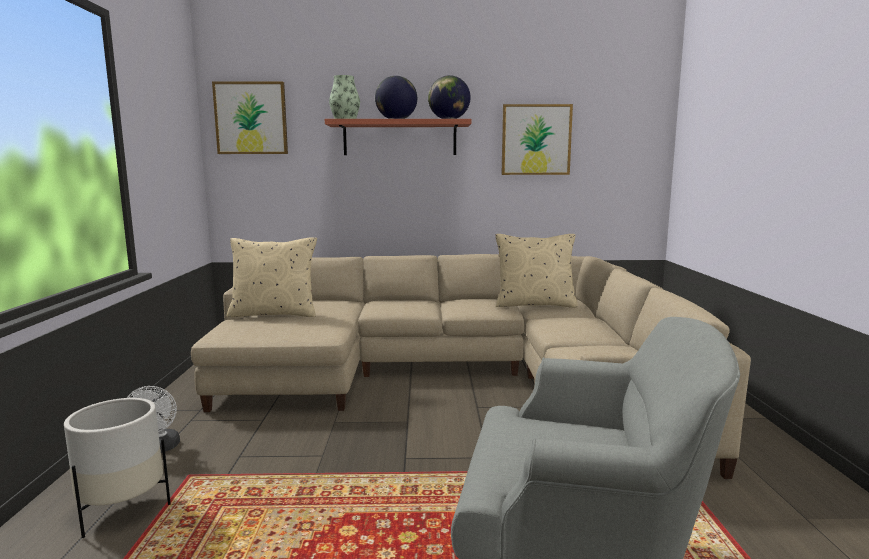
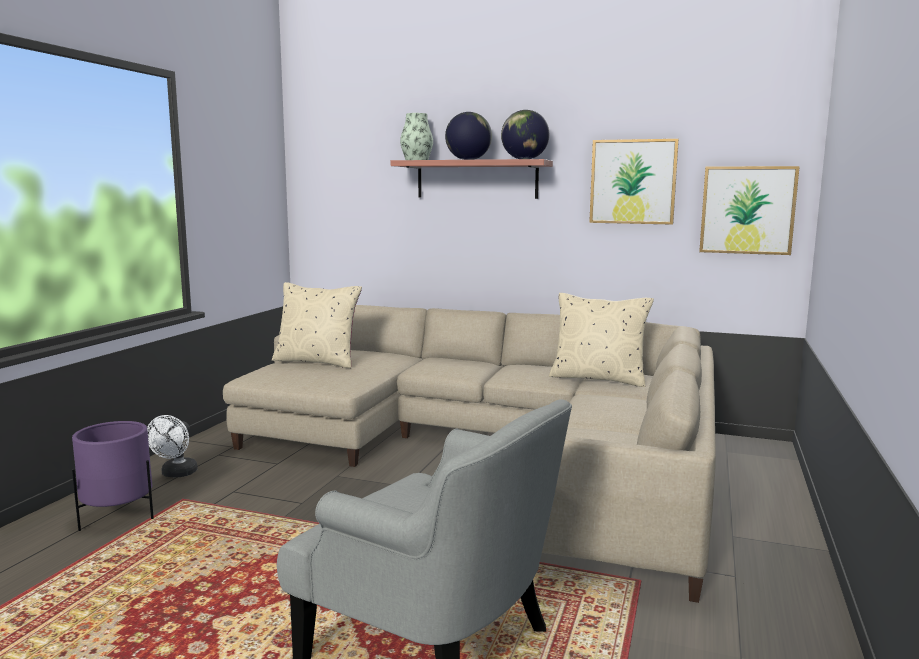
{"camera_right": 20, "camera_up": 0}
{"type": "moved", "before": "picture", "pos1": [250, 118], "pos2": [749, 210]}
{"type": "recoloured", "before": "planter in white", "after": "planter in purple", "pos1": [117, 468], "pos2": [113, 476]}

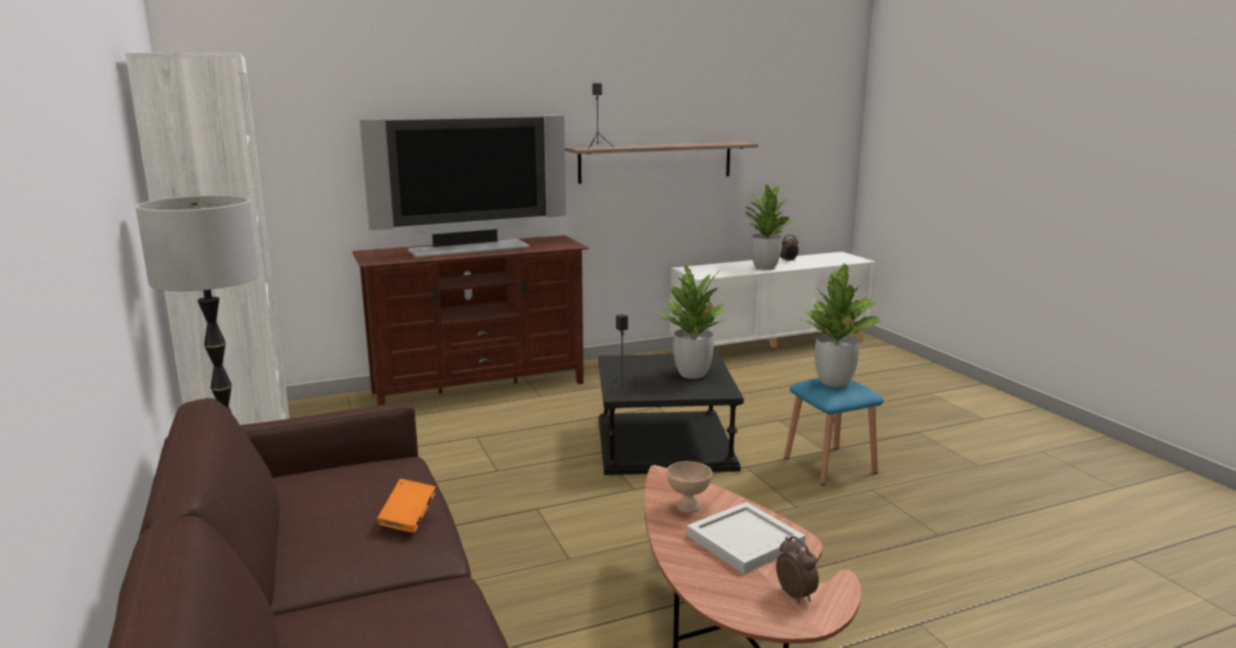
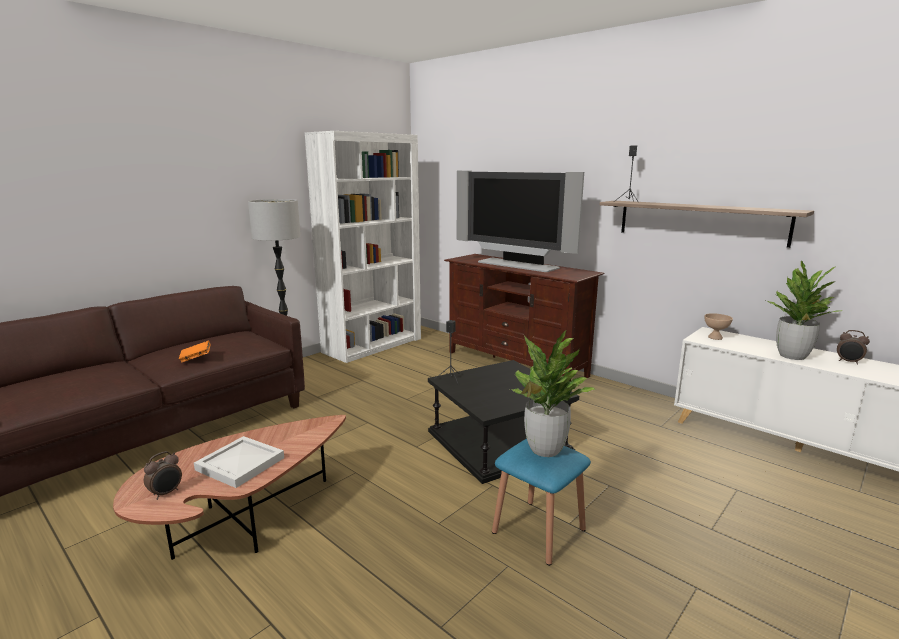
{"camera_right": 65, "camera_up": 0}
{"type": "removed", "before": "potted plant", "pos1": [691, 322]}
{"type": "moved", "before": "bowl in beige", "pos1": [689, 487], "pos2": [719, 326]}

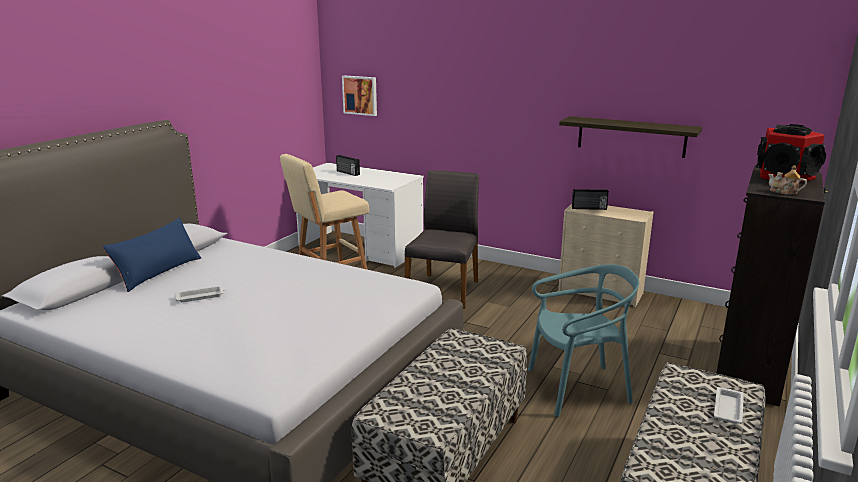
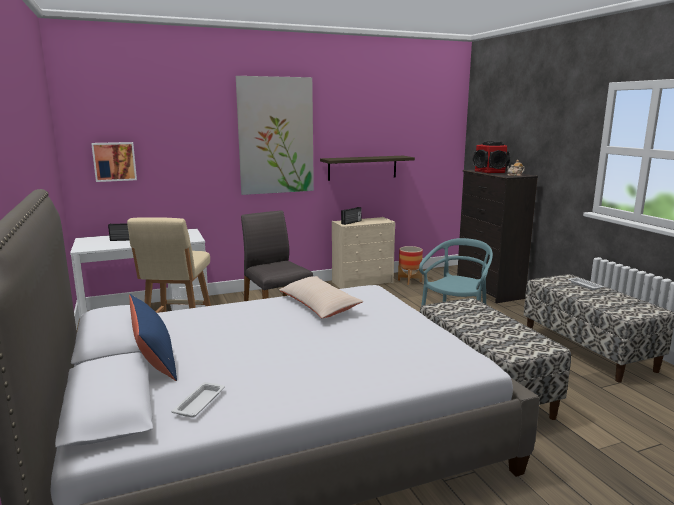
{"camera_right": -50, "camera_up": -5}
{"type": "moved", "before": "tray in white", "pos1": [200, 294], "pos2": [198, 400]}
{"type": "added", "after": "picture", "pos2": [275, 135]}
{"type": "added", "after": "planter", "pos2": [410, 265]}
{"type": "added", "after": "pillow in beige", "pos2": [321, 297]}

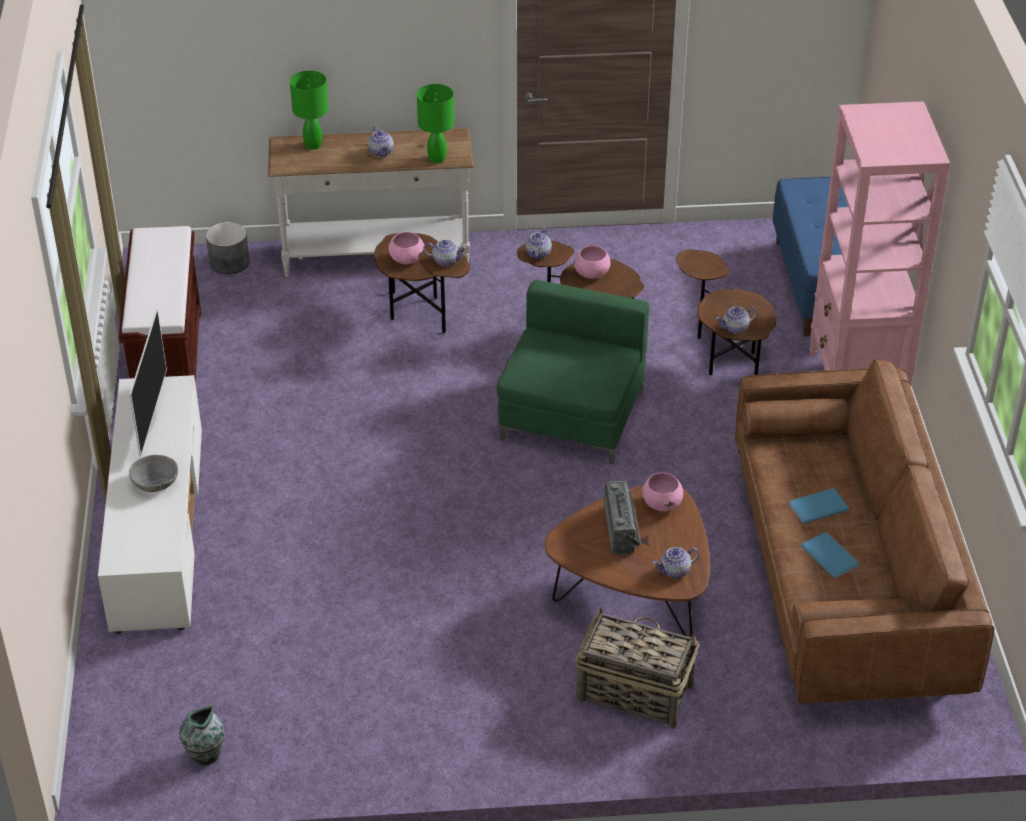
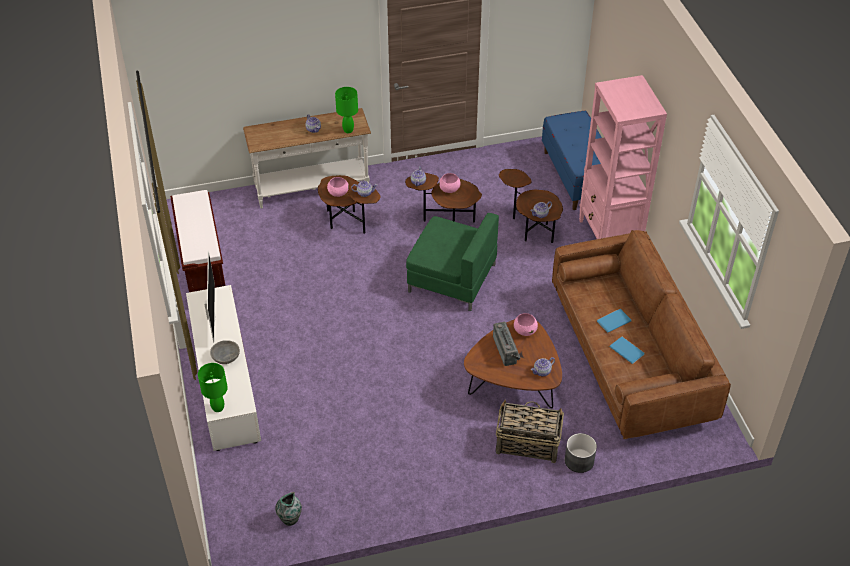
{"camera_right": -10, "camera_up": 5}
{"type": "moved", "before": "table lamp in green", "pos1": [309, 110], "pos2": [213, 387]}
{"type": "moved", "before": "planter in grey", "pos1": [228, 248], "pos2": [581, 453]}
{"type": "turned", "before": "armchair in green", "pos1": [573, 372], "pos2": [452, 262], "turn": 105}

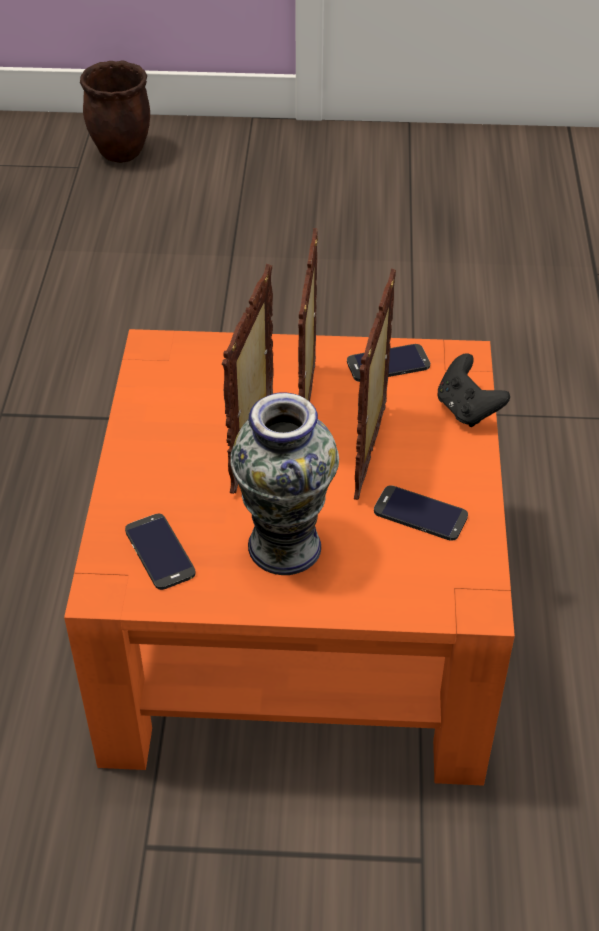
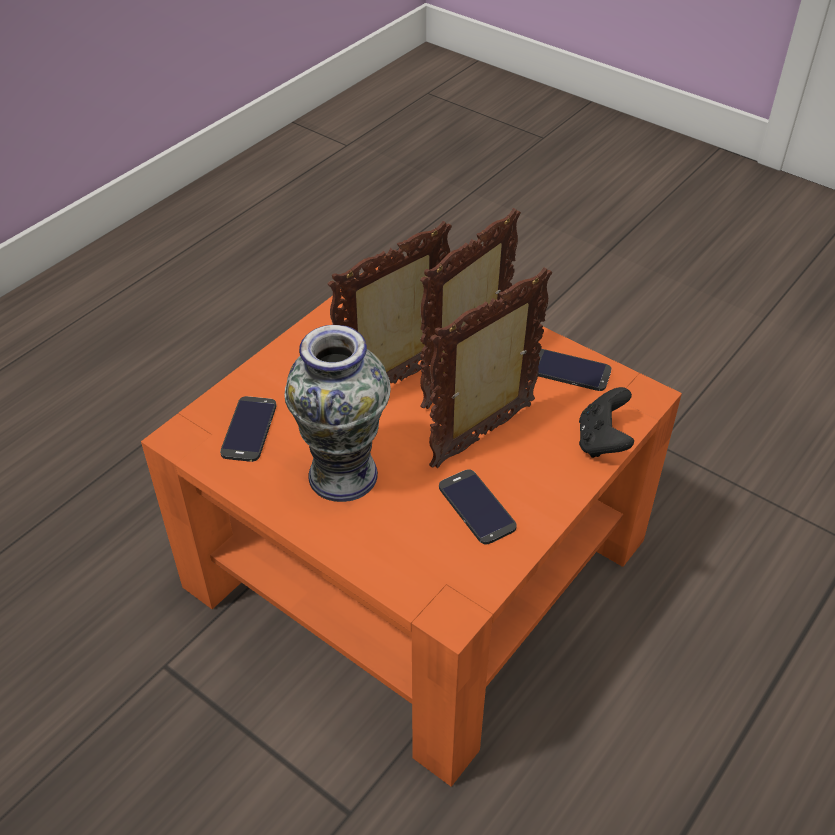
{"camera_right": 35, "camera_up": 0}
{"type": "removed", "before": "planter in brown", "pos1": [115, 111]}

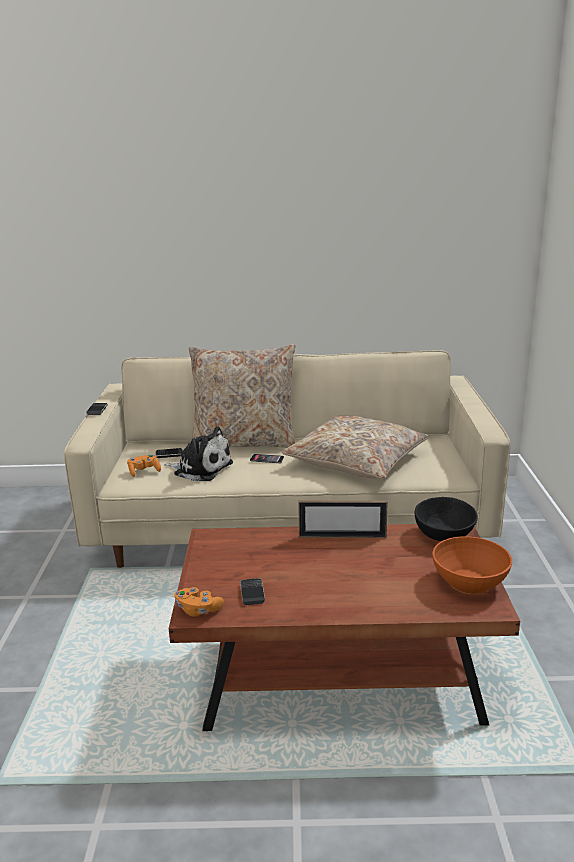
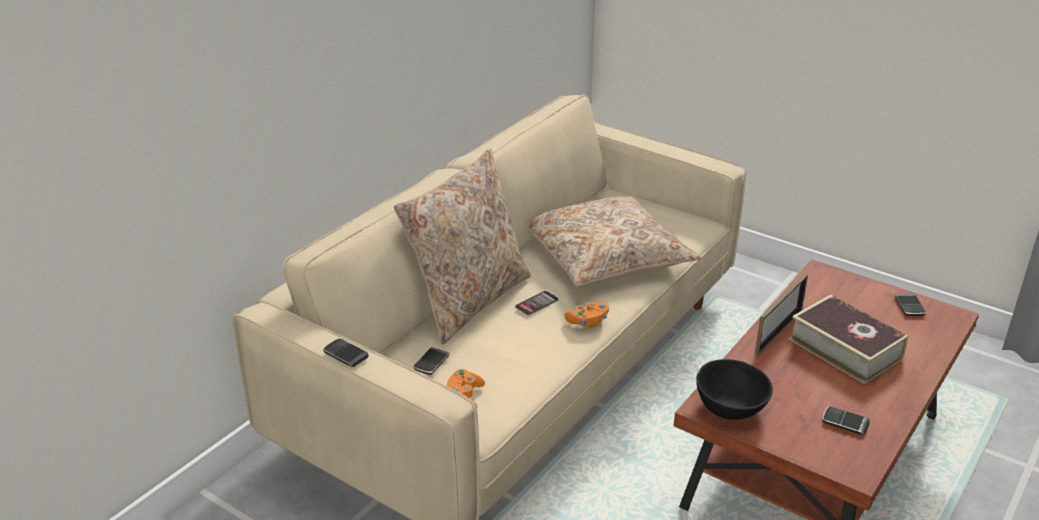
{"camera_right": -55, "camera_up": 10}
{"type": "removed", "before": "plush toy", "pos1": [198, 454]}
{"type": "moved", "before": "bowl in black", "pos1": [446, 519], "pos2": [734, 389]}
{"type": "replaced", "before": "bowl in orange", "after": "phone", "pos1": [472, 565], "pos2": [910, 305]}
{"type": "moved", "before": "game controller in orange", "pos1": [199, 602], "pos2": [587, 315]}
{"type": "added", "after": "book", "pos2": [848, 339]}

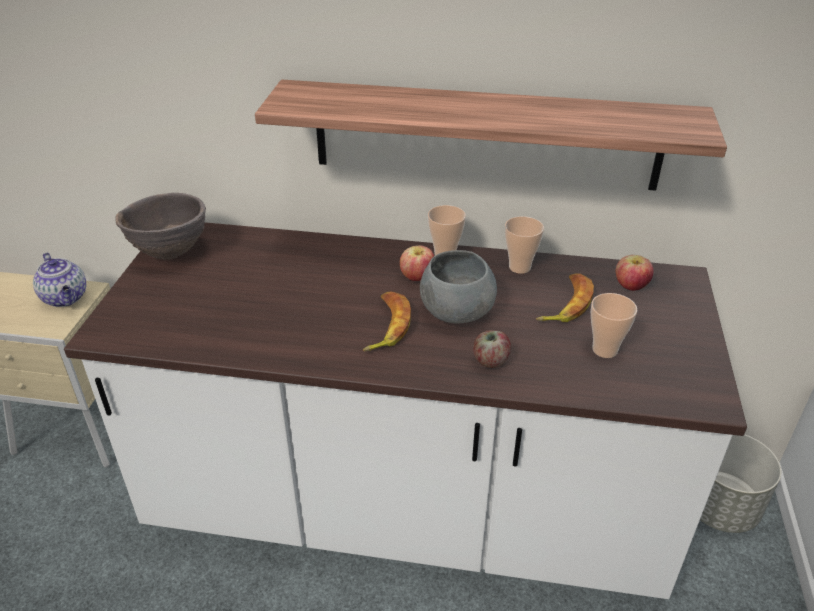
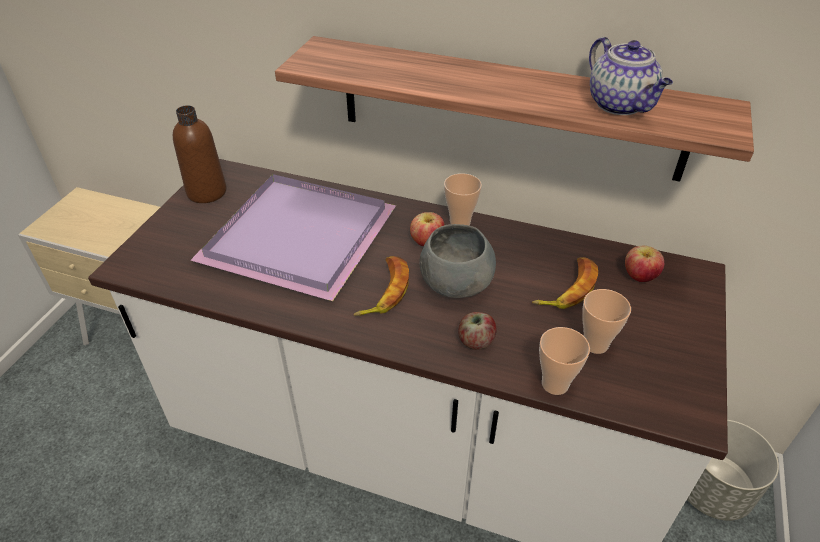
{"camera_right": 10, "camera_up": 5}
{"type": "replaced", "before": "bowl in brown", "after": "bottle in brown", "pos1": [160, 226], "pos2": [200, 154]}
{"type": "moved", "before": "cup", "pos1": [524, 245], "pos2": [564, 361]}
{"type": "moved", "before": "teapot", "pos1": [59, 280], "pos2": [631, 76]}
{"type": "added", "after": "tray in purple", "pos2": [293, 237]}

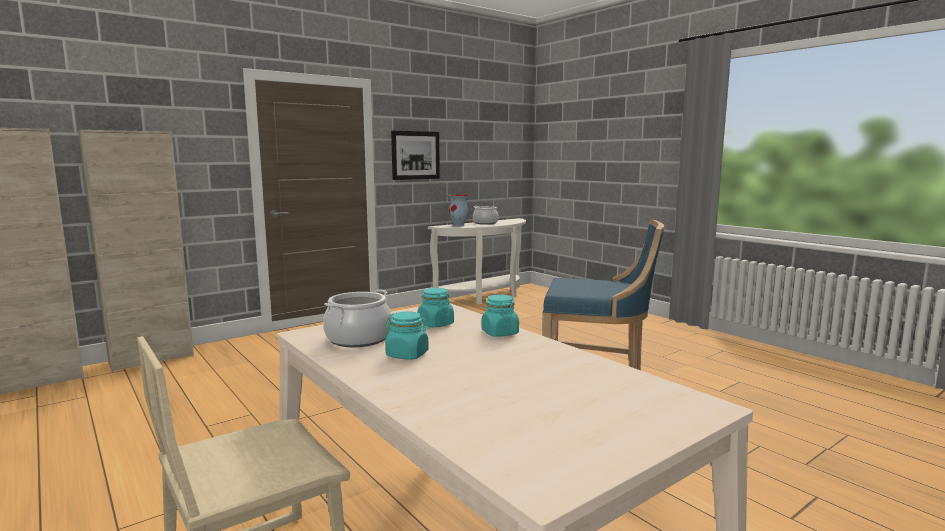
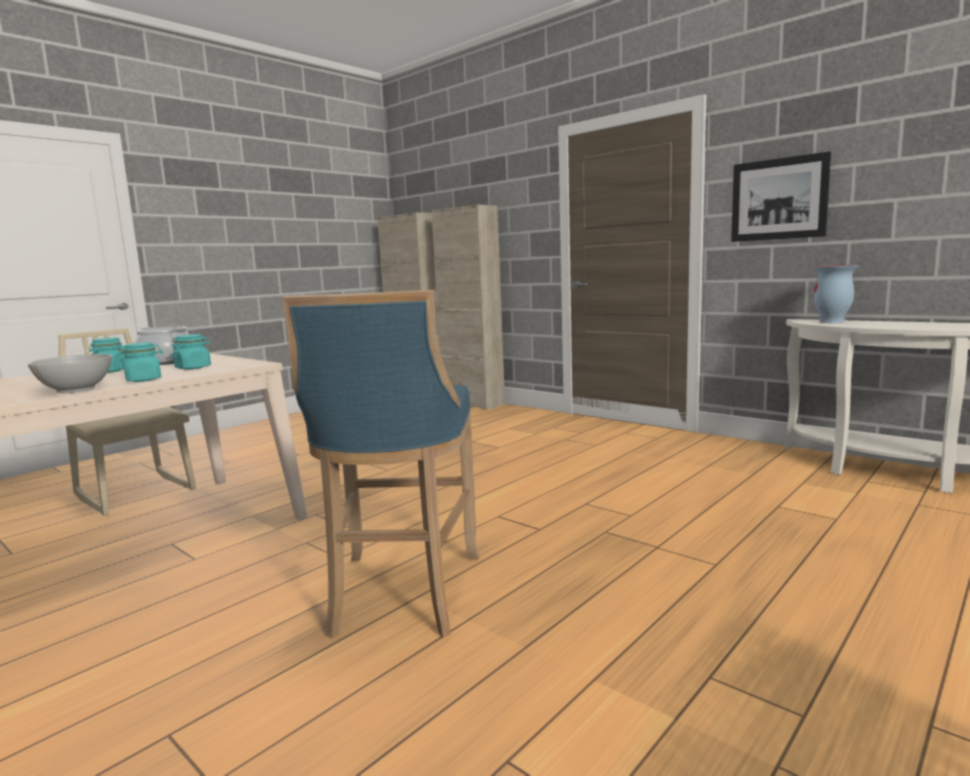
{"camera_right": 80, "camera_up": 0}
{"type": "removed", "before": "cooking pot", "pos1": [486, 215]}
{"type": "added", "after": "bowl in white", "pos2": [70, 373]}

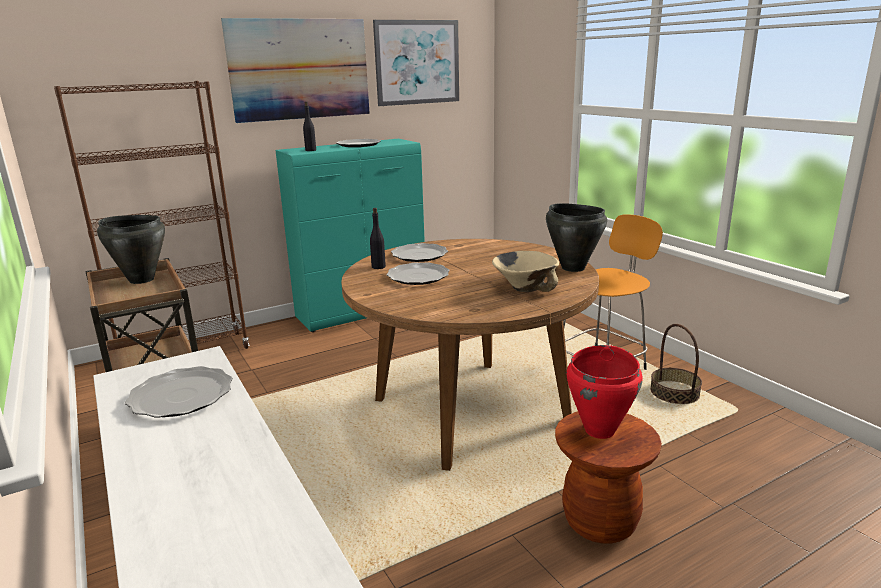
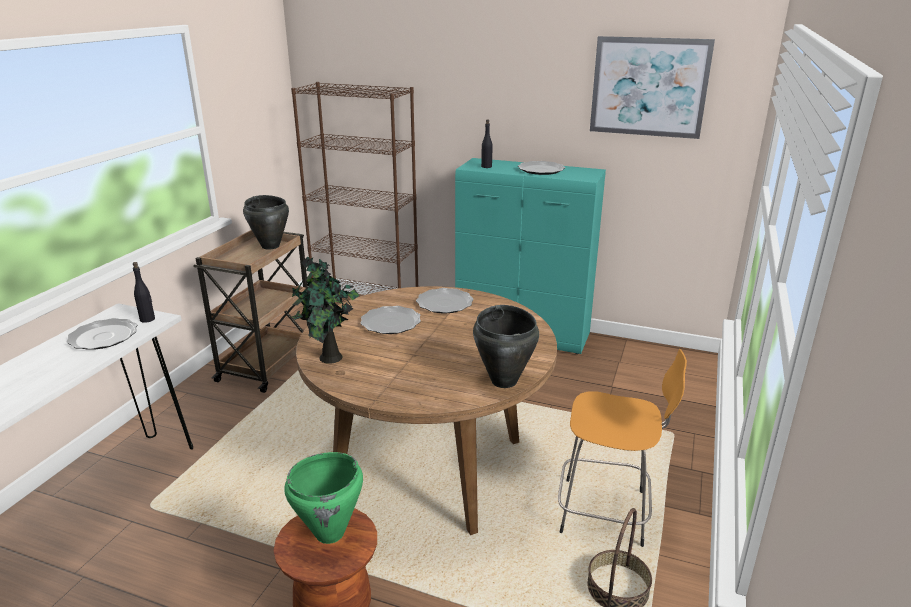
{"camera_right": 50, "camera_up": 5}
{"type": "removed", "before": "picture", "pos1": [295, 70]}
{"type": "moved", "before": "bottle in black", "pos1": [378, 238], "pos2": [144, 292]}
{"type": "removed", "before": "bowl in beige", "pos1": [525, 271]}
{"type": "recoloured", "before": "cooking pot in red", "after": "cooking pot in green", "pos1": [604, 392], "pos2": [324, 498]}
{"type": "added", "after": "potted plant", "pos2": [325, 310]}

